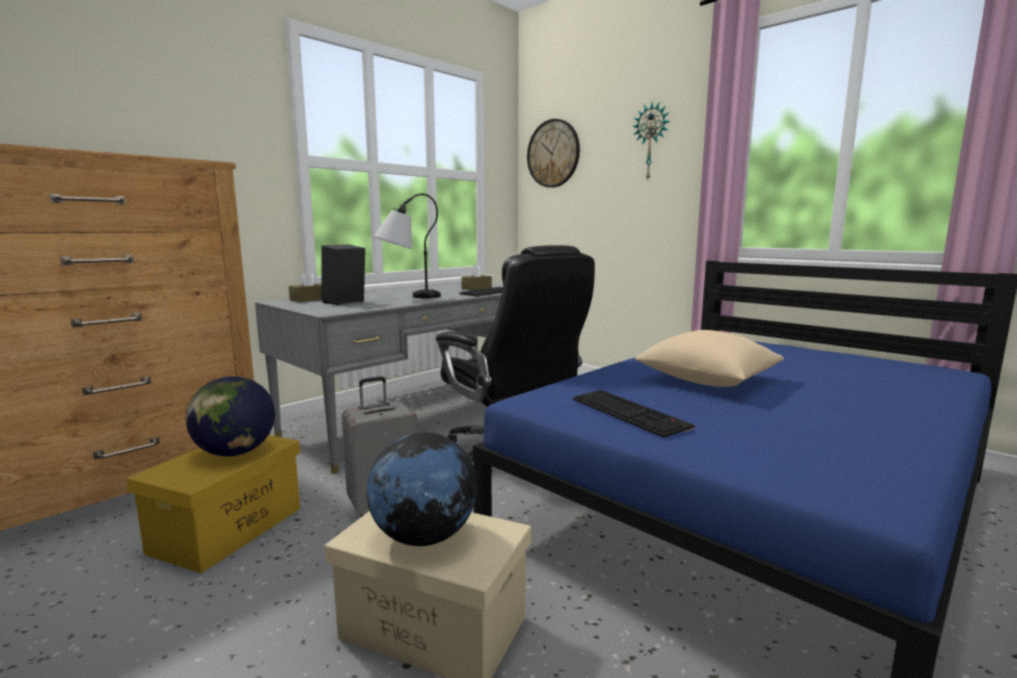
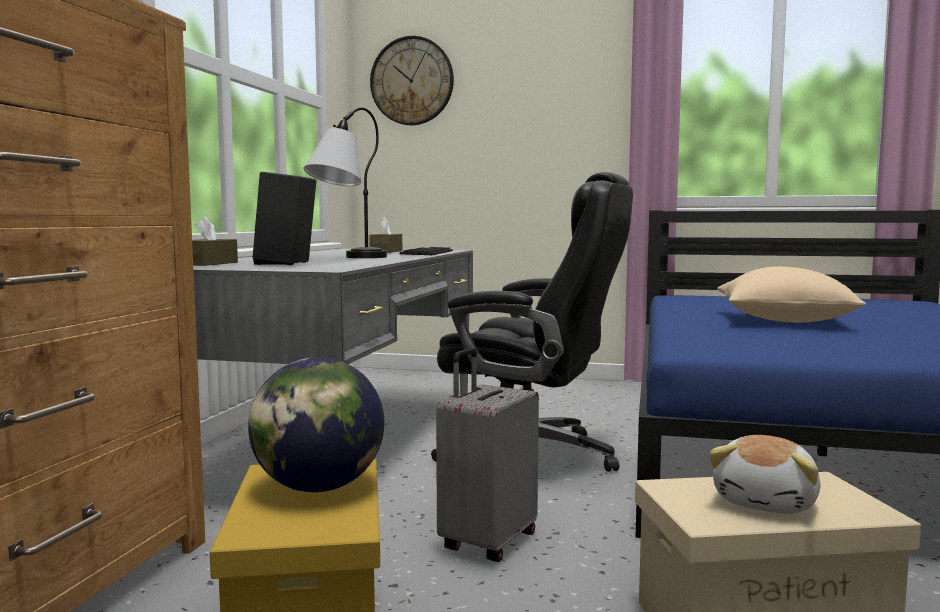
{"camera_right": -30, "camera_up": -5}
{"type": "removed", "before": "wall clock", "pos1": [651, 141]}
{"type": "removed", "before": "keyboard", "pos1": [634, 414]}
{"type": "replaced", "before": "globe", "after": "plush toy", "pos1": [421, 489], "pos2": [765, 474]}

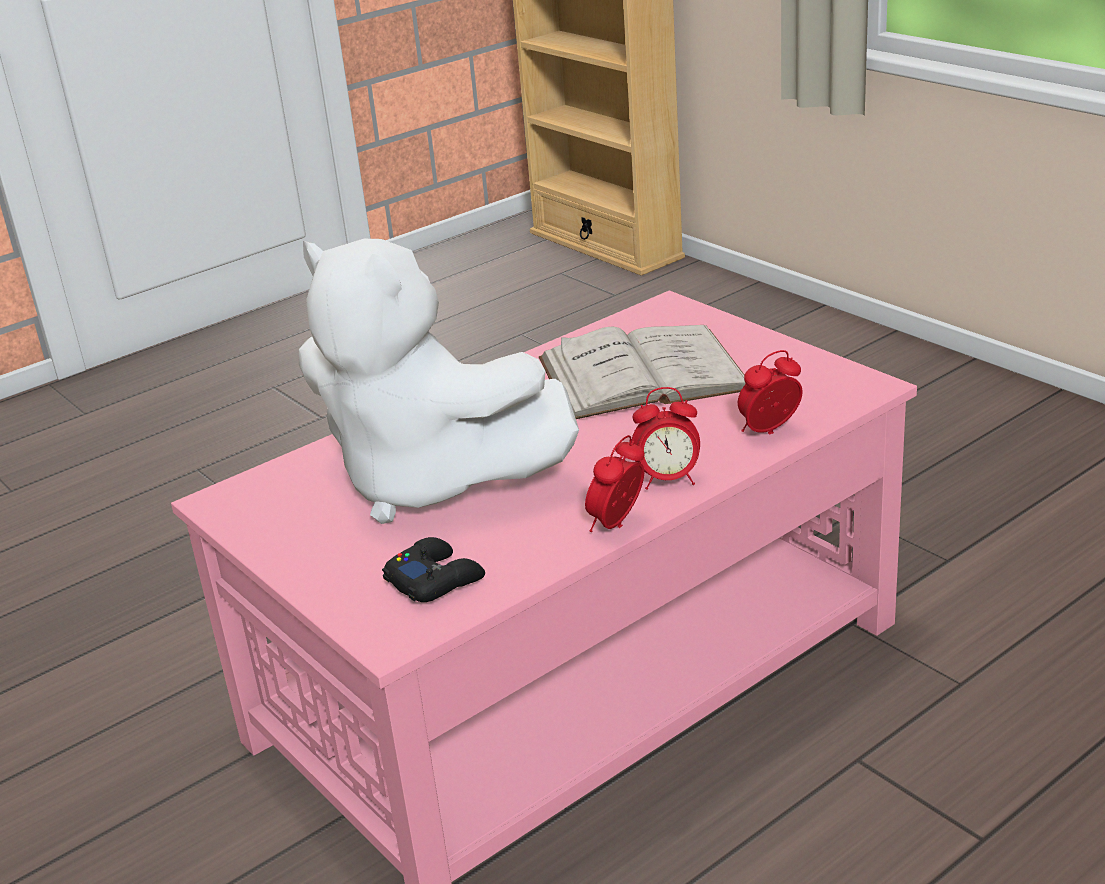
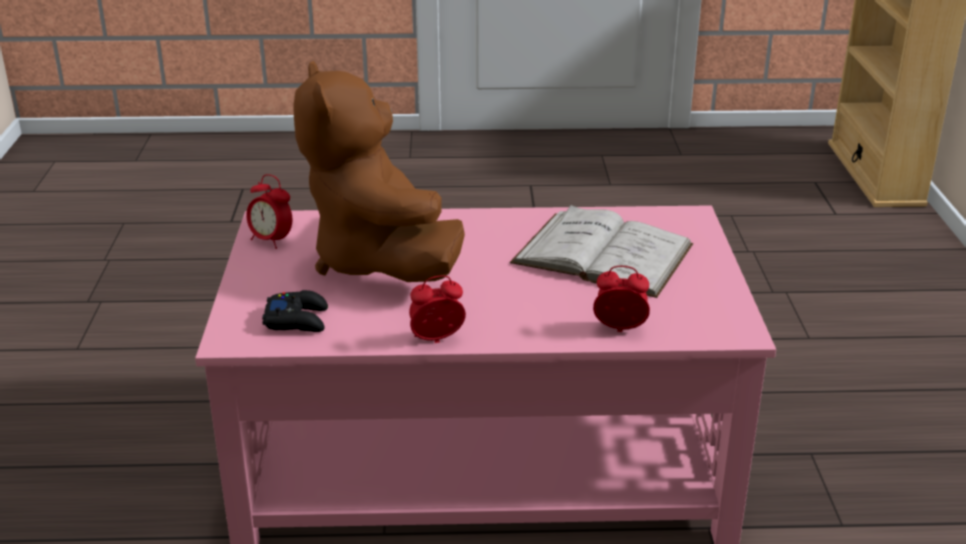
{"camera_right": 35, "camera_up": 0}
{"type": "recoloured", "before": "plush toy in white", "after": "plush toy in brown", "pos1": [439, 381], "pos2": [379, 171]}
{"type": "moved", "before": "alarm clock", "pos1": [665, 438], "pos2": [269, 211]}

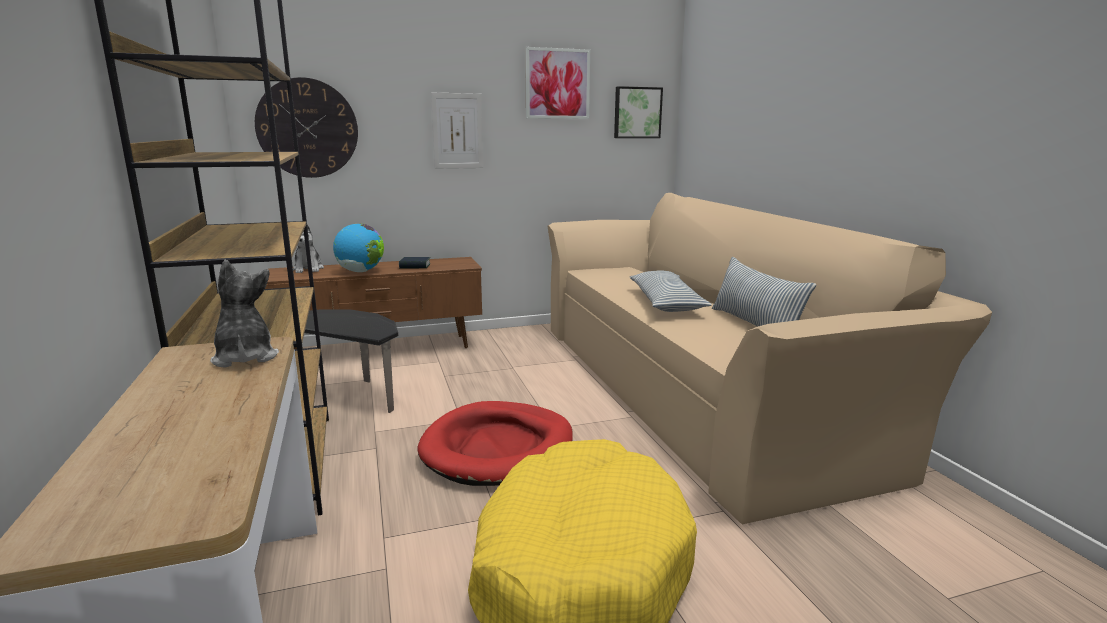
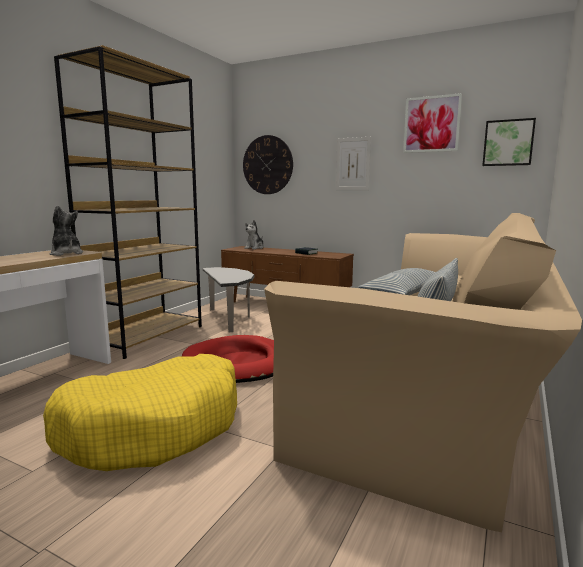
{"camera_right": 45, "camera_up": -5}
{"type": "removed", "before": "globe", "pos1": [358, 247]}
{"type": "turned", "before": "plush toy", "pos1": [244, 314], "pos2": [66, 230], "turn": -60}

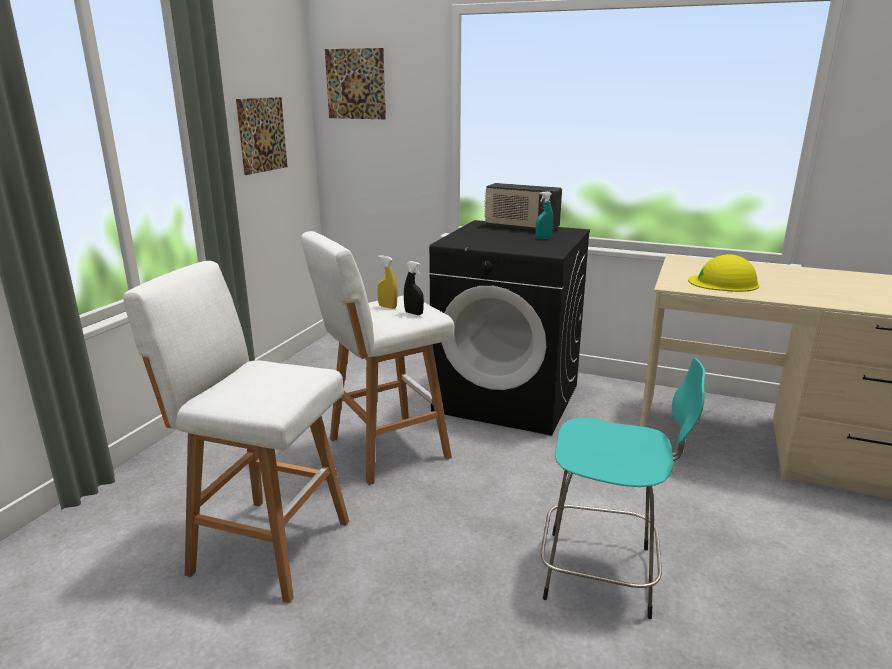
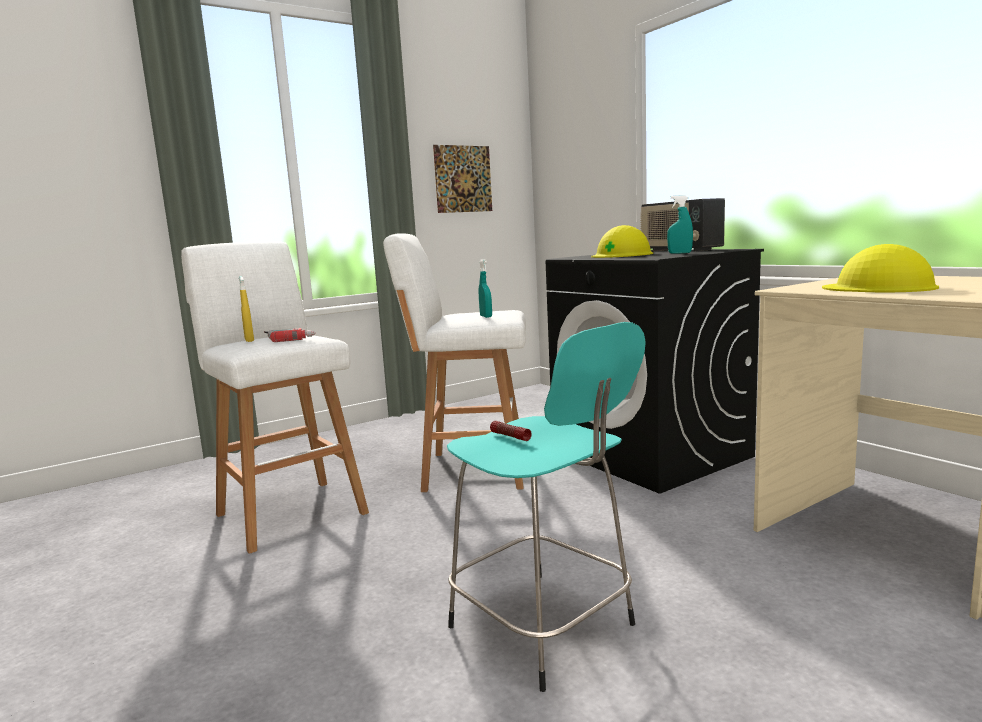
{"camera_right": 35, "camera_up": -10}
{"type": "removed", "before": "picture", "pos1": [355, 83]}
{"type": "moved", "before": "spray bottle in yellow", "pos1": [387, 282], "pos2": [246, 309]}
{"type": "recoloured", "before": "spray bottle in black", "after": "spray bottle in turquoise", "pos1": [414, 288], "pos2": [485, 288]}
{"type": "added", "after": "hard hat in yellow", "pos2": [622, 241]}
{"type": "added", "after": "power drill", "pos2": [290, 335]}
{"type": "added", "after": "flashlight", "pos2": [511, 431]}

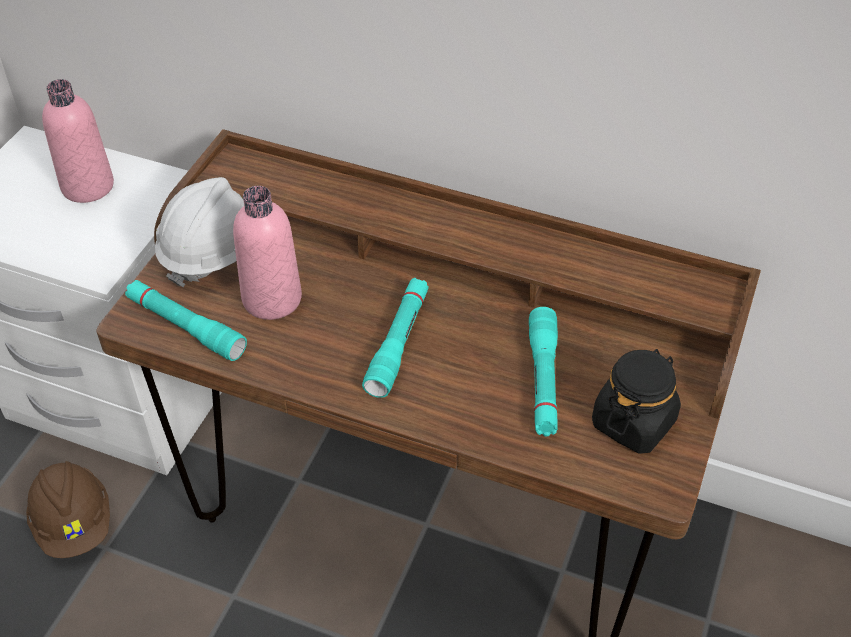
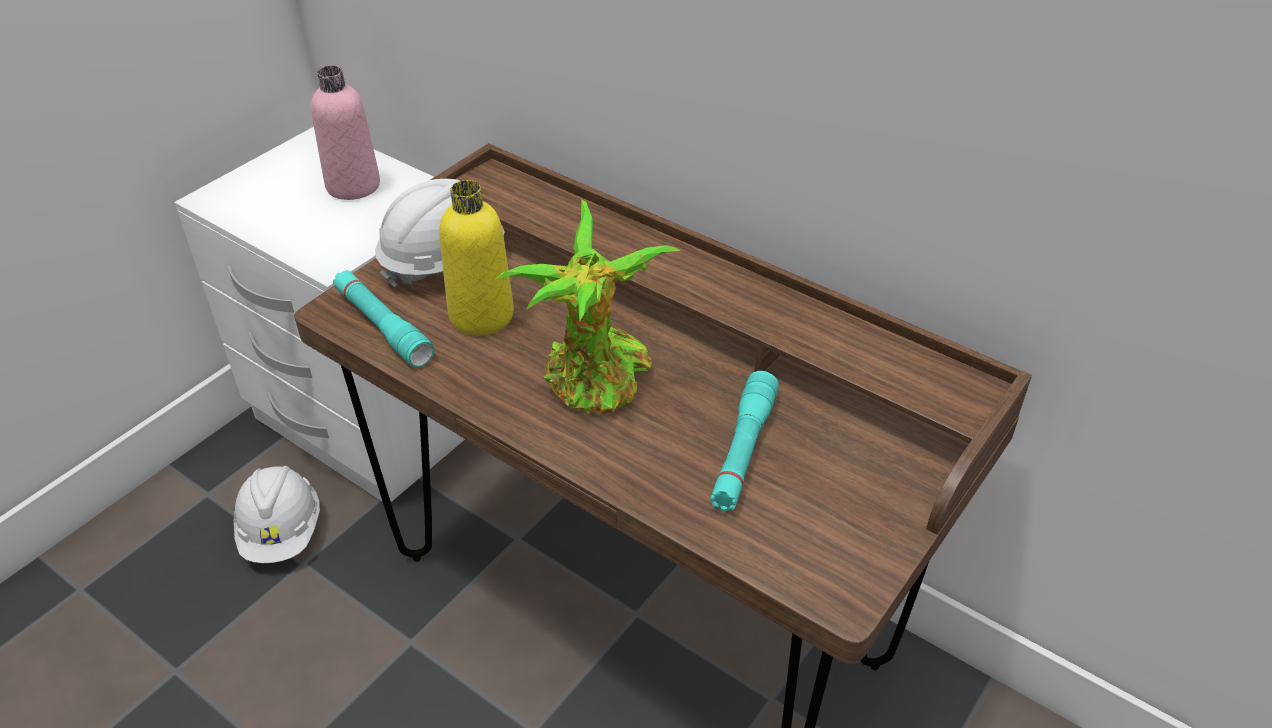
{"camera_right": 15, "camera_up": -5}
{"type": "recoloured", "before": "bottle in pink", "after": "bottle in yellow", "pos1": [267, 253], "pos2": [477, 257]}
{"type": "replaced", "before": "flashlight in turquoise", "after": "potted plant", "pos1": [395, 338], "pos2": [588, 306]}
{"type": "removed", "before": "jar in black", "pos1": [636, 401]}
{"type": "recoloured", "before": "hard hat in brown", "after": "hard hat in white", "pos1": [68, 509], "pos2": [277, 514]}

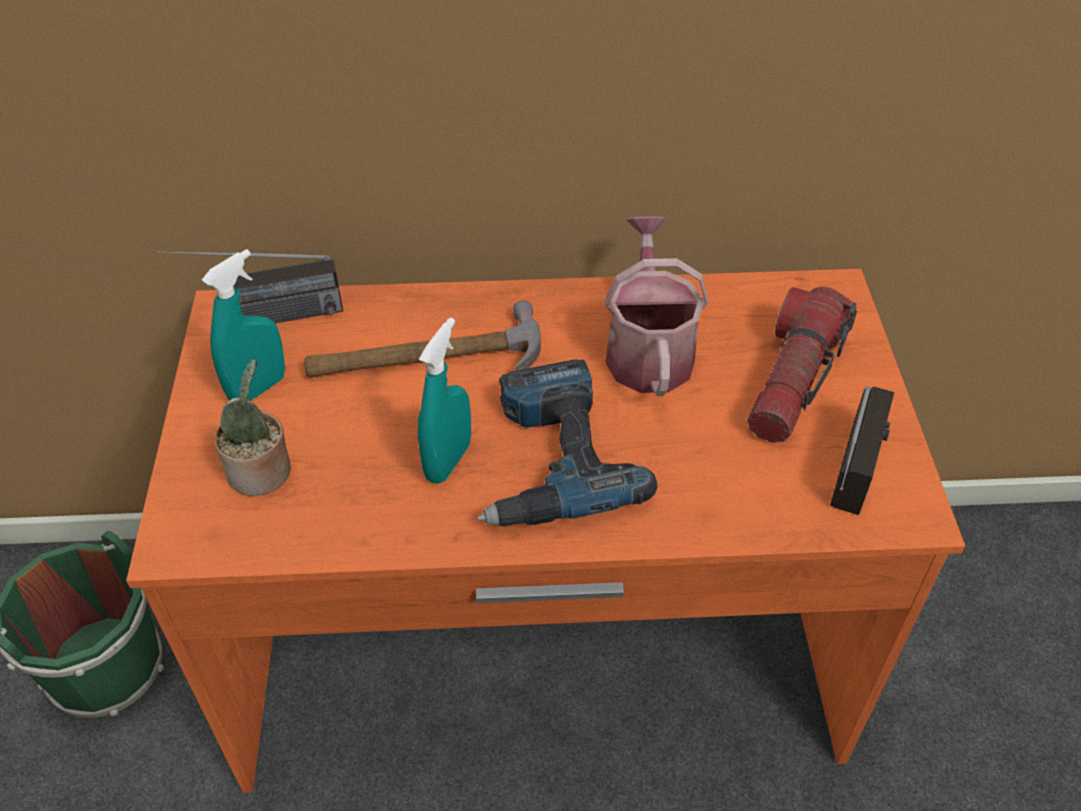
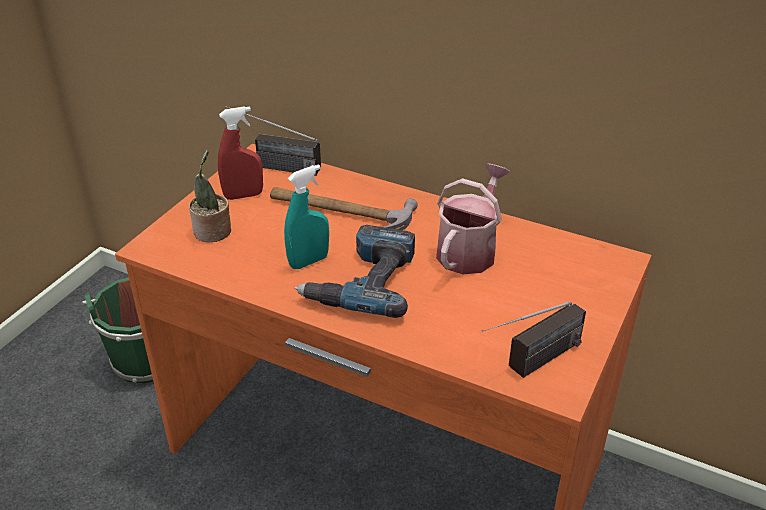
{"camera_right": 30, "camera_up": -10}
{"type": "recoloured", "before": "spray bottle in turquoise", "after": "spray bottle in red", "pos1": [243, 325], "pos2": [240, 153]}
{"type": "removed", "before": "flashlight", "pos1": [802, 365]}

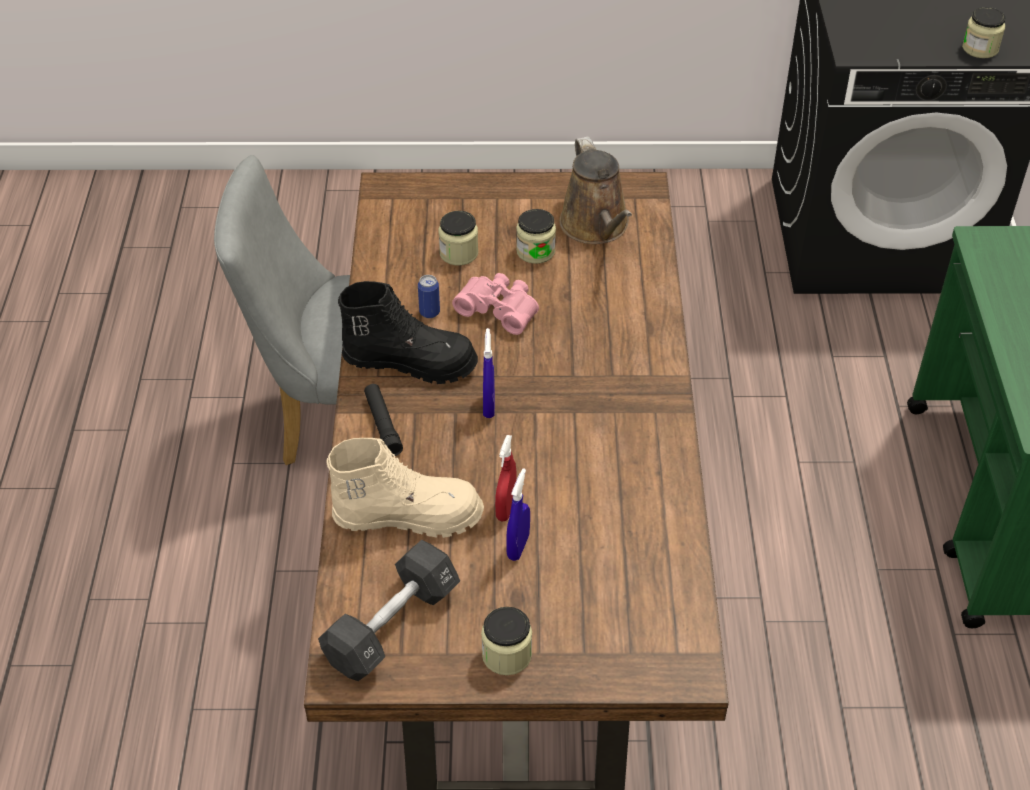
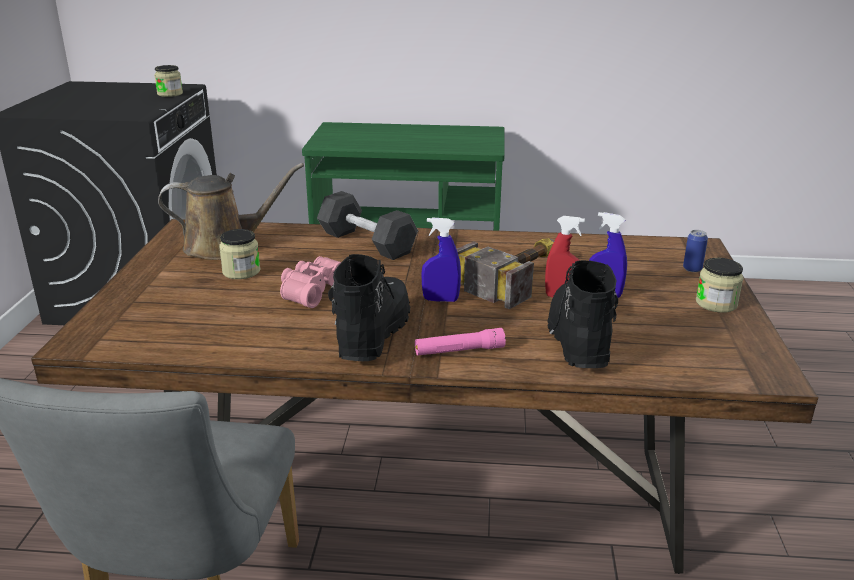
{"camera_right": -85, "camera_up": -20}
{"type": "removed", "before": "jar", "pos1": [458, 238]}
{"type": "moved", "before": "can", "pos1": [429, 296], "pos2": [695, 251]}
{"type": "recoloured", "before": "flashlight in black", "after": "flashlight in pink", "pos1": [383, 420], "pos2": [460, 342]}
{"type": "recoloured", "before": "boot in beige", "after": "boot in black", "pos1": [405, 488], "pos2": [582, 314]}
{"type": "moved", "before": "dumbbell in black", "pos1": [389, 610], "pos2": [367, 225]}
{"type": "added", "after": "hammer", "pos2": [505, 273]}

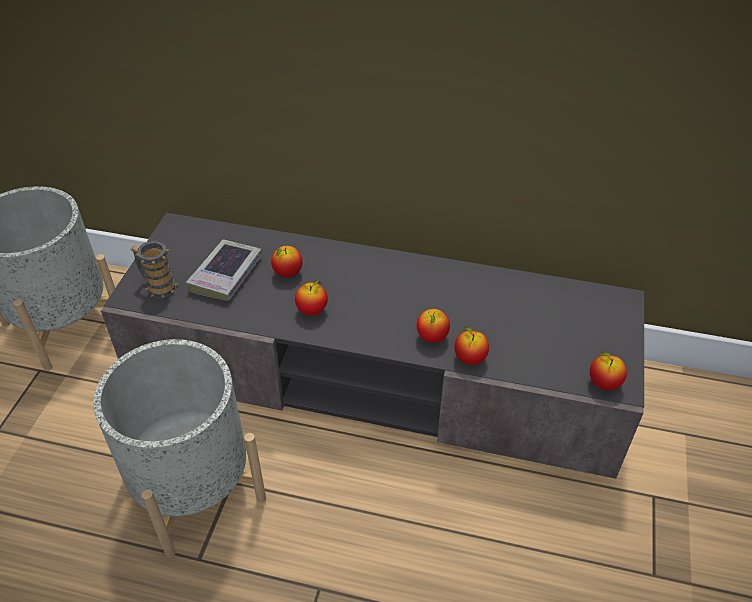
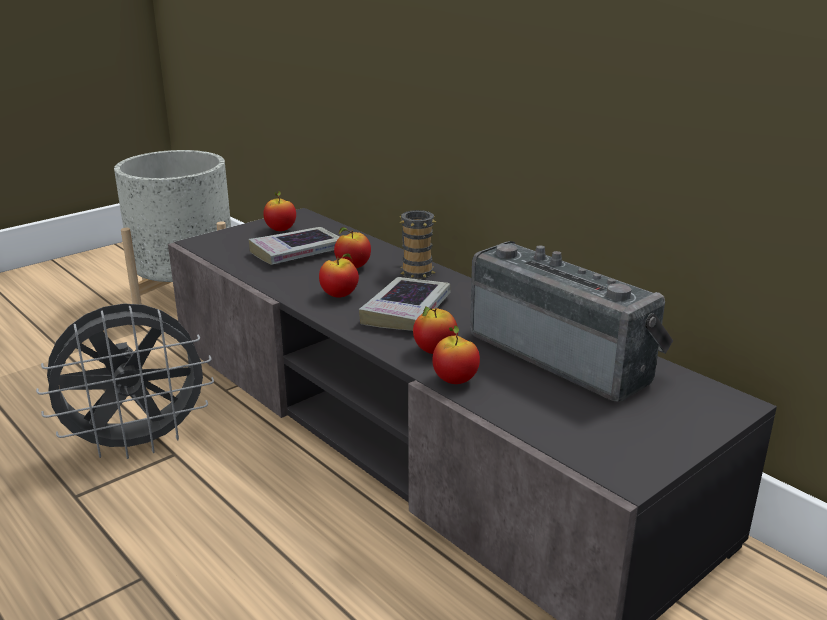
{"camera_right": 35, "camera_up": -20}
{"type": "moved", "before": "mug", "pos1": [154, 269], "pos2": [418, 244]}
{"type": "replaced", "before": "planter in grey", "after": "fan in grey", "pos1": [180, 448], "pos2": [125, 381]}
{"type": "moved", "before": "apple", "pos1": [608, 370], "pos2": [279, 211]}
{"type": "added", "after": "radio", "pos2": [571, 321]}
{"type": "added", "after": "book", "pos2": [405, 304]}

